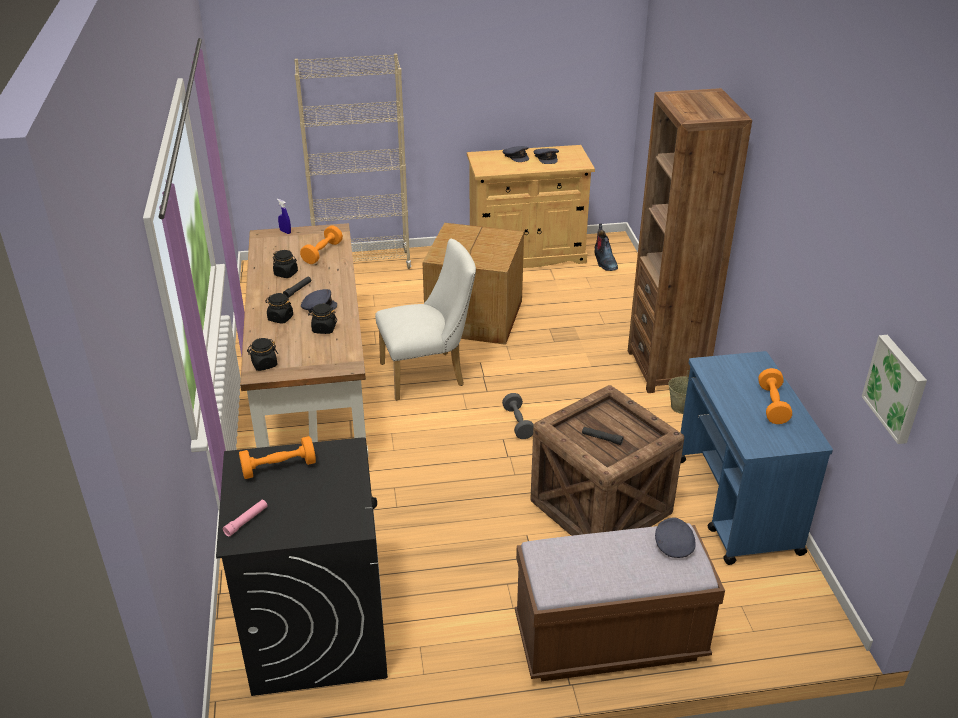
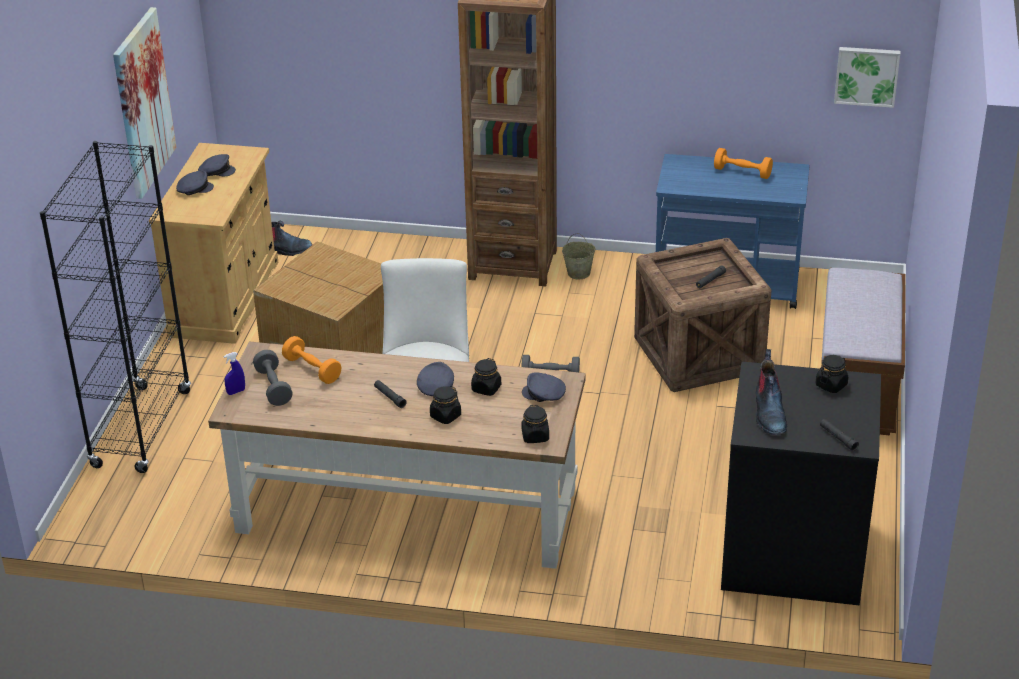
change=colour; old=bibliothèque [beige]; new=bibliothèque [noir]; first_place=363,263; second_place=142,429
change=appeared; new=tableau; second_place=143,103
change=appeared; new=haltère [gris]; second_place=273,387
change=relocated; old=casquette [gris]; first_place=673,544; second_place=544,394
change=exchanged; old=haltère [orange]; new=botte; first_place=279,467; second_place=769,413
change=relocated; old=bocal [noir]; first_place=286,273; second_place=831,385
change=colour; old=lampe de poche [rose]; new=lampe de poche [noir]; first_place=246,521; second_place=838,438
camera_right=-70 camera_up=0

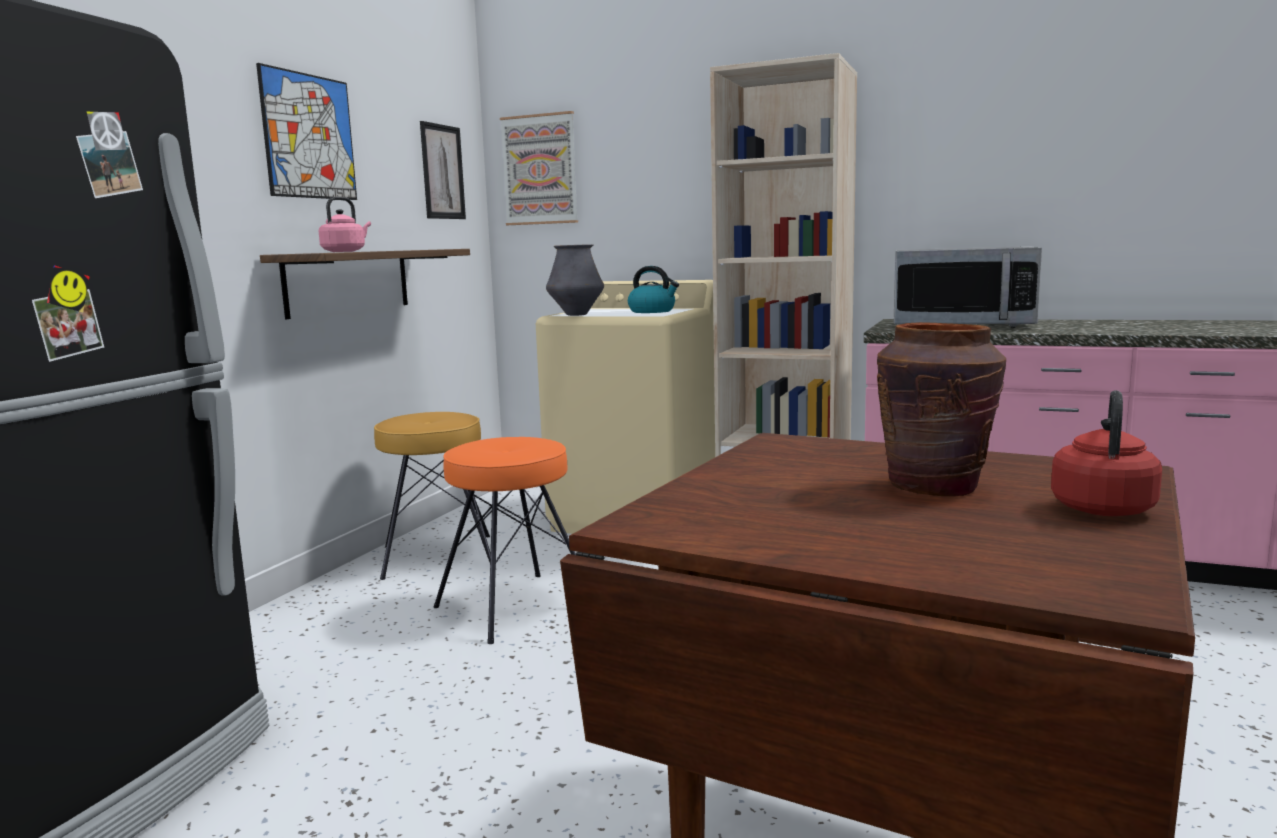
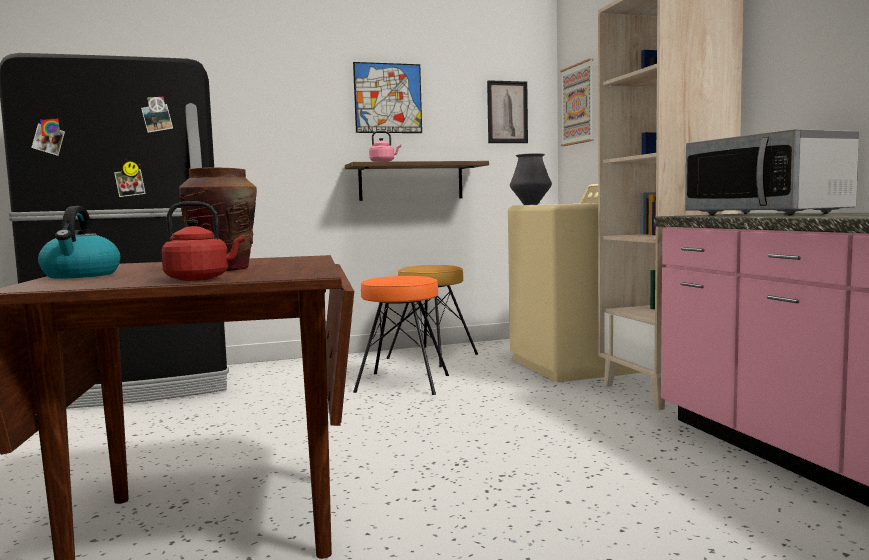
change=relocated; old=bouilloire; first_place=652,311; second_place=81,275
camera_right=50 camera_up=-5

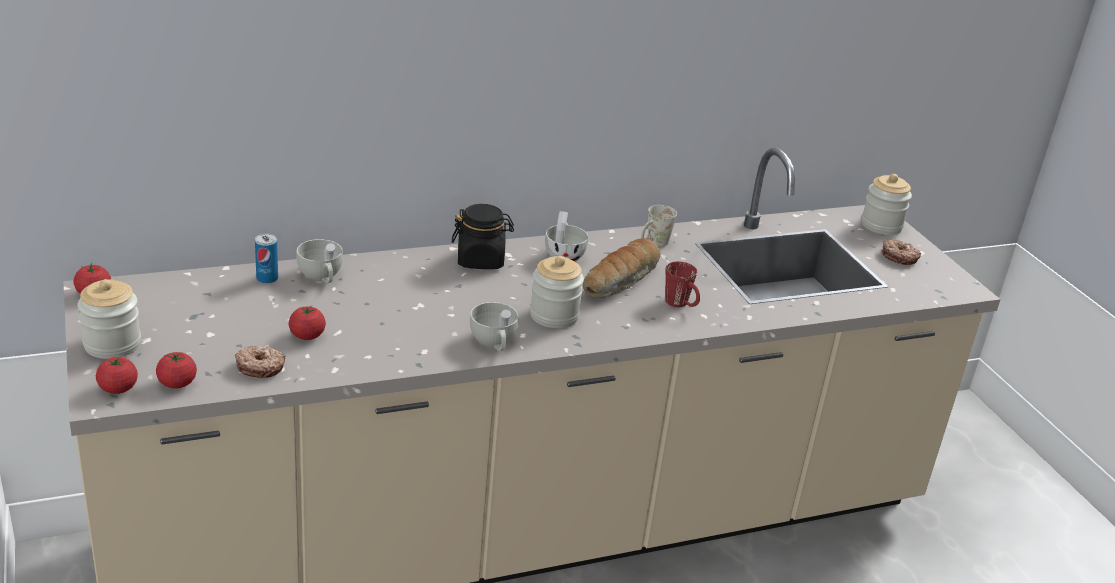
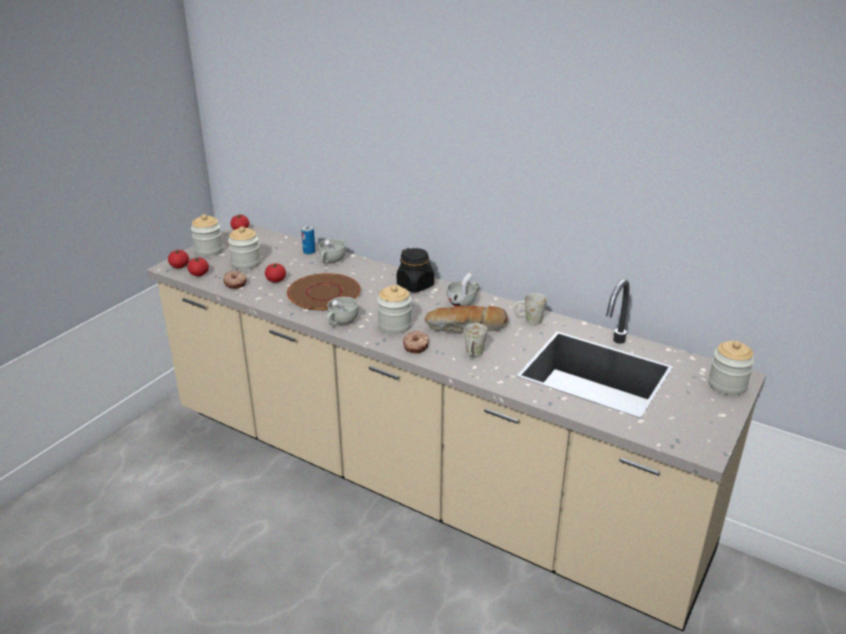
change=appeared; new=bocal; second_place=246,263
change=appeared; new=assiette [marron]; second_place=324,293
change=relocated; old=beignet; first_place=899,257; second_place=416,346
change=colour; old=mug [rouge]; new=mug [blanc]; first_place=681,305; second_place=473,355
camera_right=55 camera_up=0

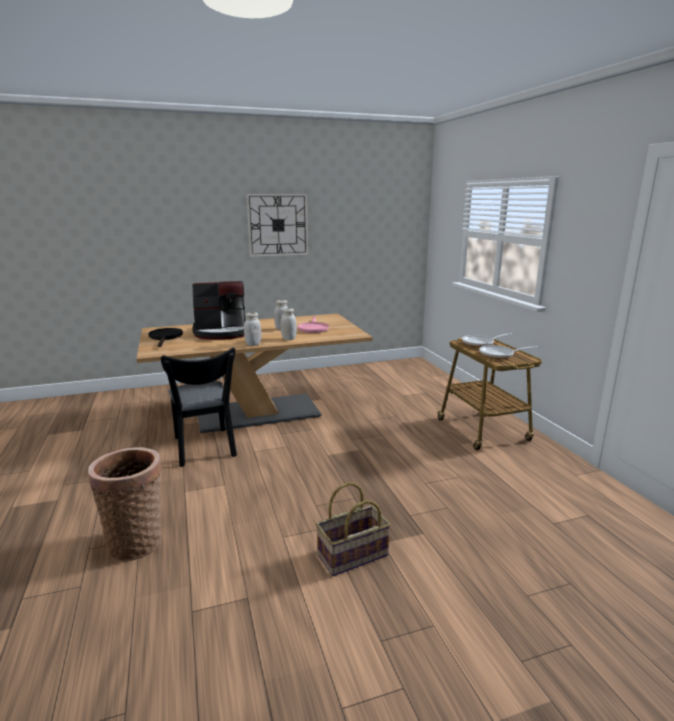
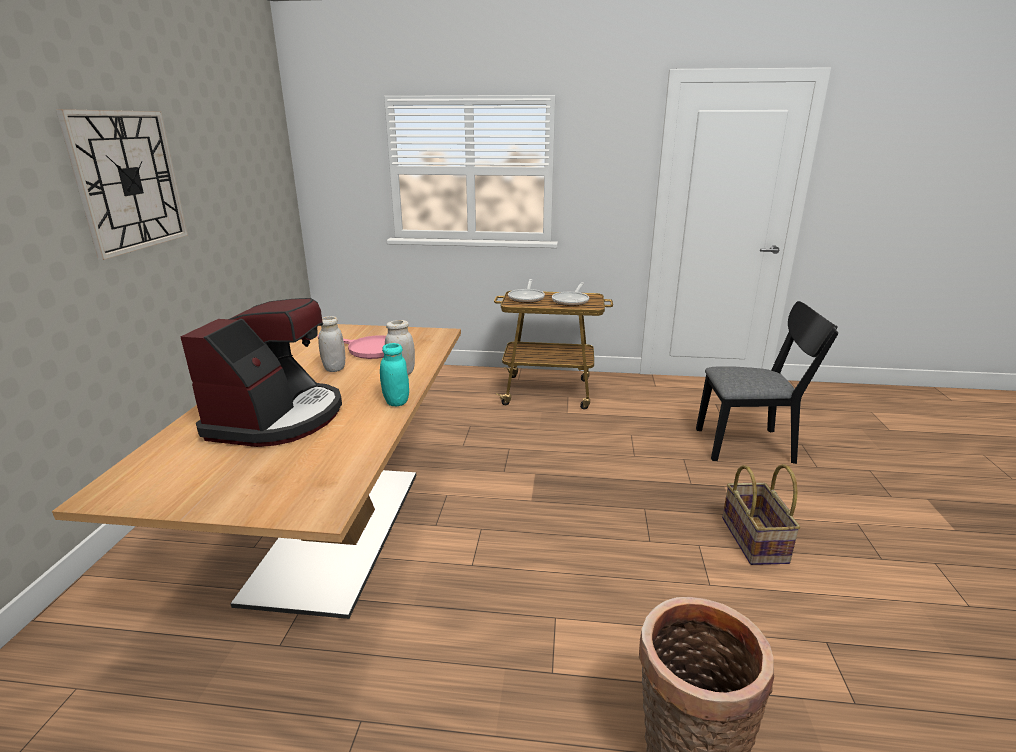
change=colour; old=bocal [blanc]; new=bocal [turquoise]; first_place=253,344; second_place=396,402
change=relocated; old=chaise [noir]; first_place=205,449; second_place=752,445
change=missing; old=poêle [noir]; first_place=165,337
camera_right=-65 camera_up=5

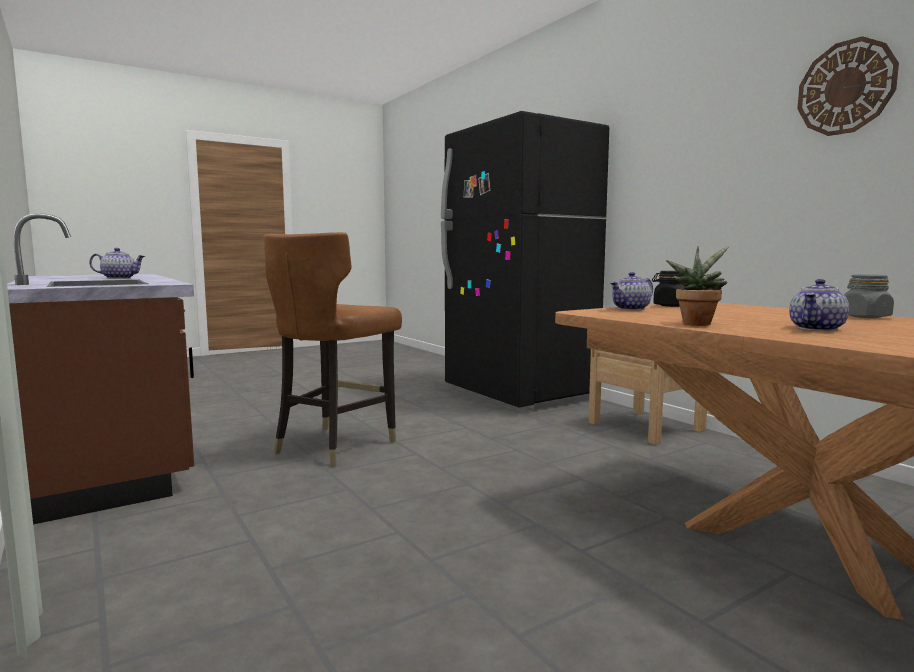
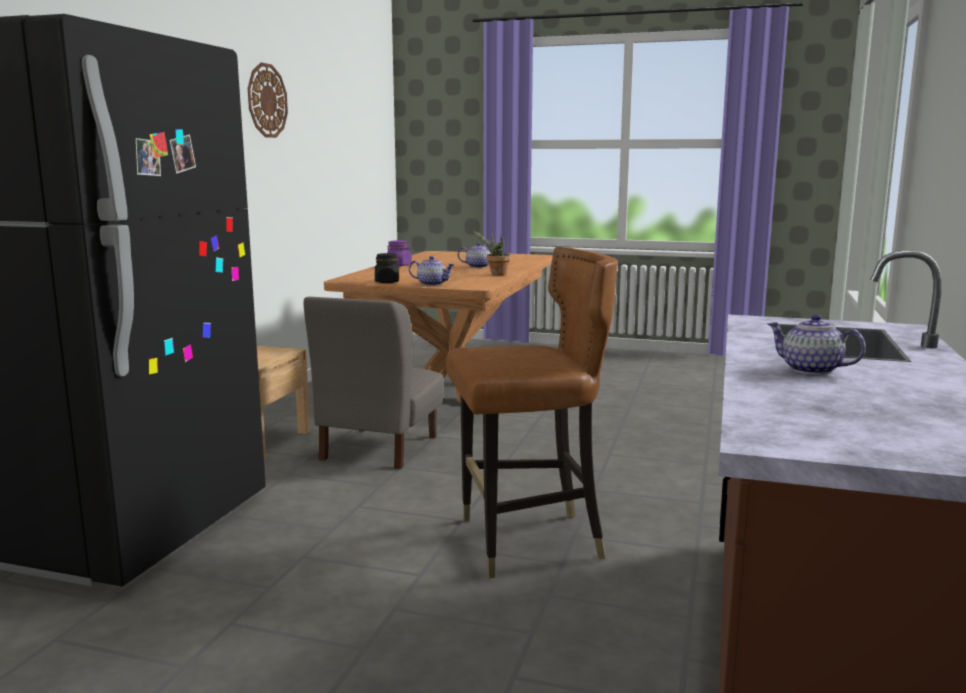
change=appeared; new=chaise [gris]; second_place=378,448
change=colour; old=bocal [gris]; new=bocal [violet]; first_place=865,317; second_place=399,265
camera_right=-130 camera_up=5

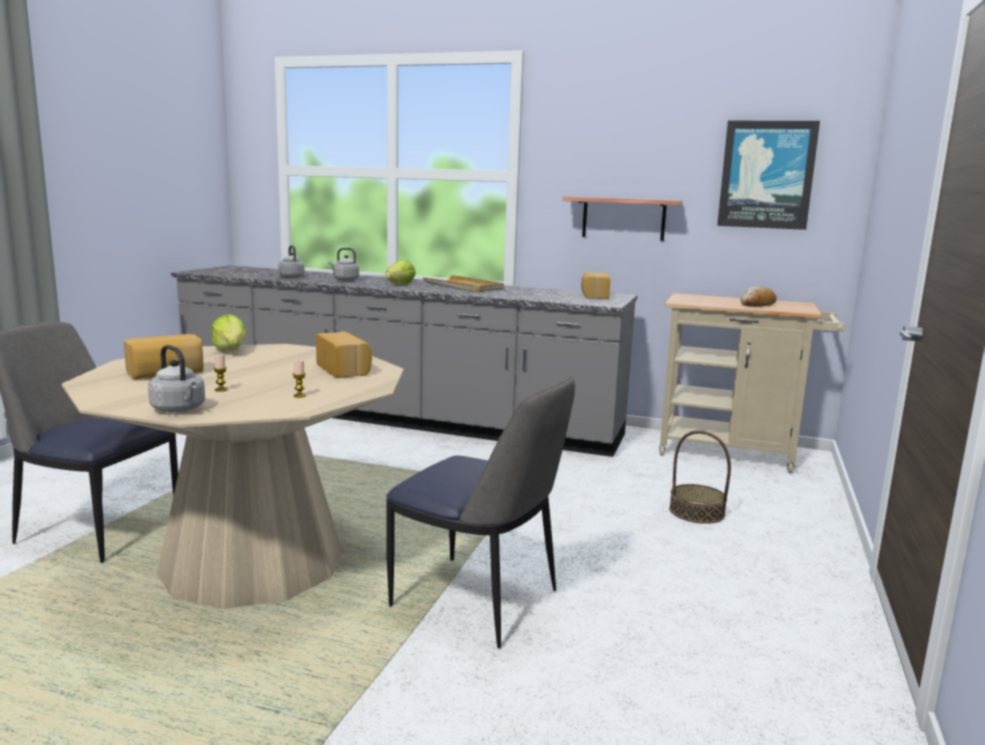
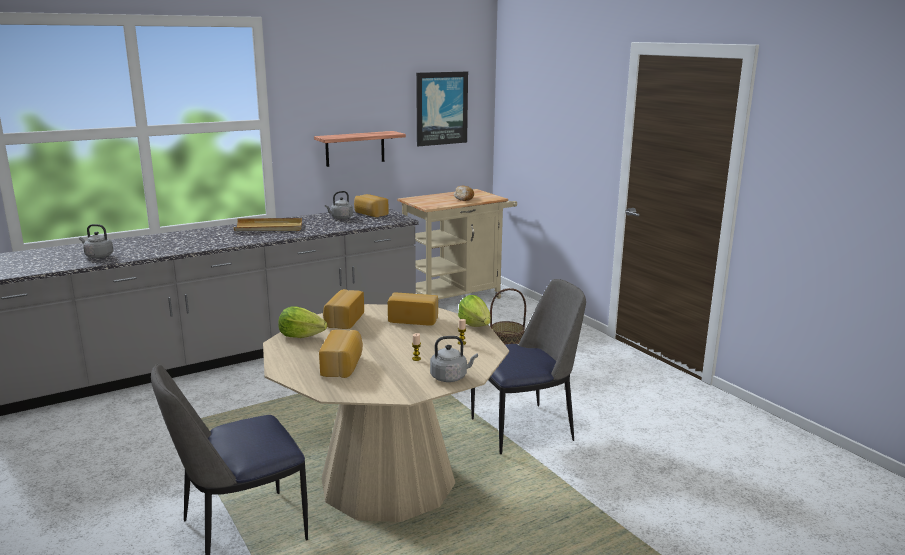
change=appeared; new=pain; second_place=343,320
change=relocated; old=bouilloire [gris]; first_place=344,280; second_place=340,218
change=relocated; old=laitue; first_place=400,284; second_place=475,325
camera_right=-50 camera_up=5

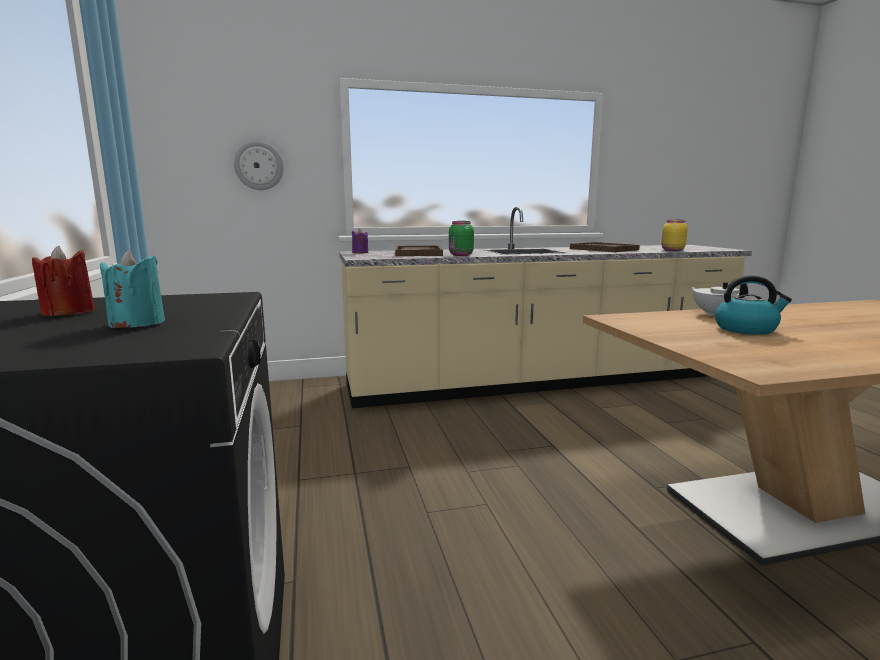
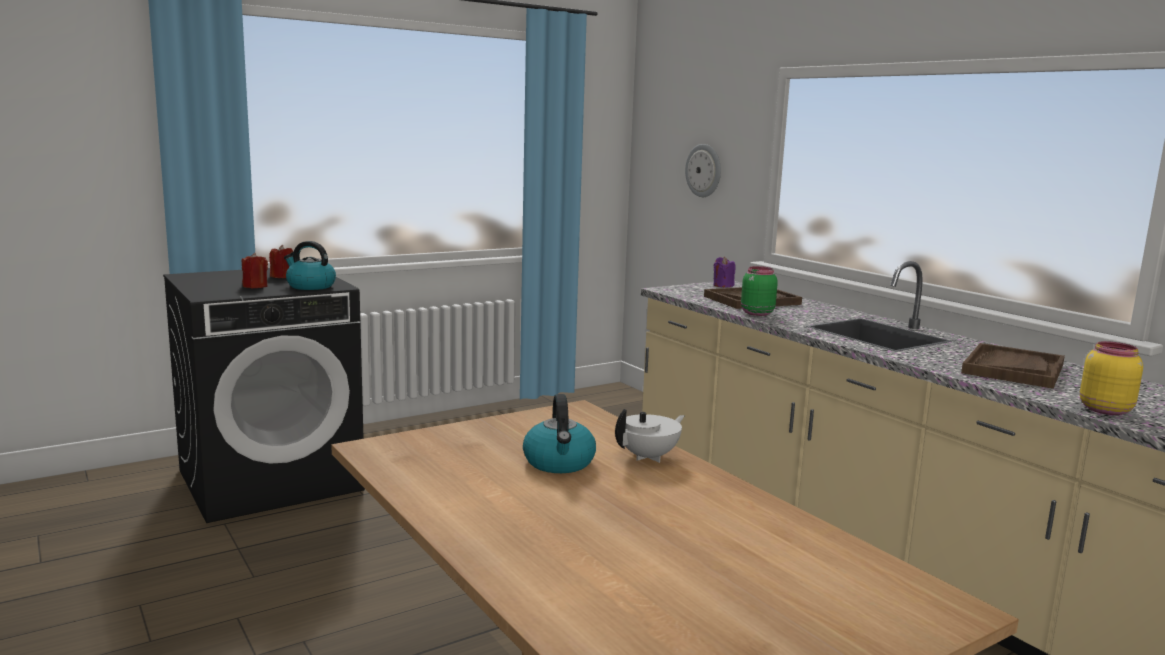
change=colour; old=bougie [turquoise]; new=bougie [rouge]; first_place=137,323; second_place=255,286
change=appeared; new=bouilloire; second_place=310,286
camera_right=70 camera_up=0

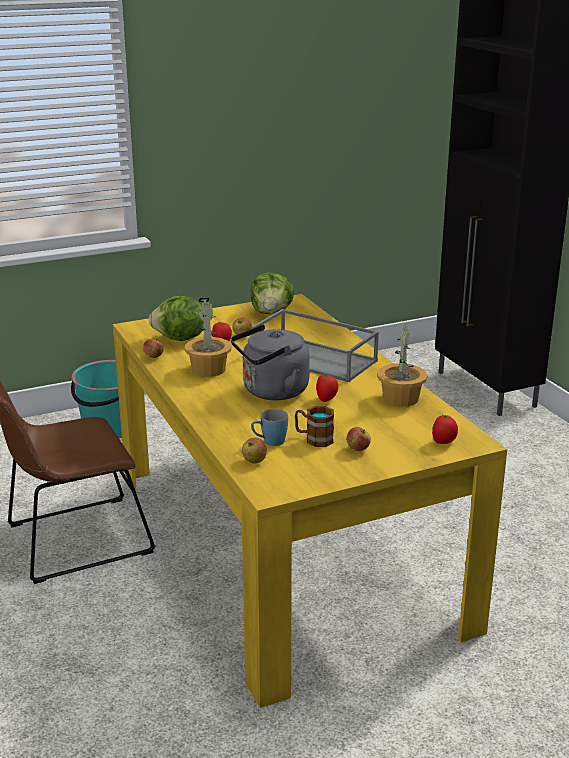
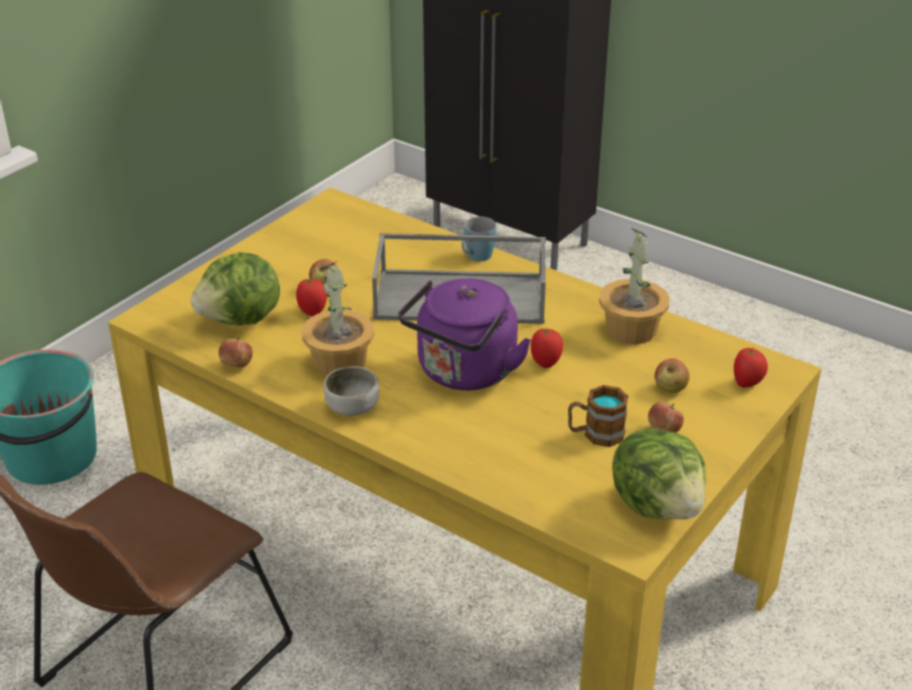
change=appeared; new=bol; second_place=352,407
change=colour; old=bouilloire [gris]; new=bouilloire [violet]; first_place=271,392; second_place=464,373
change=relocated; old=mug [bleu]; first_place=269,442; second_place=476,258
change=relocated; old=laitue; first_place=271,313; second_place=658,505
change=relocated; old=pomme; first_place=254,461; second_place=670,389
camera_right=-30 camera_up=10

